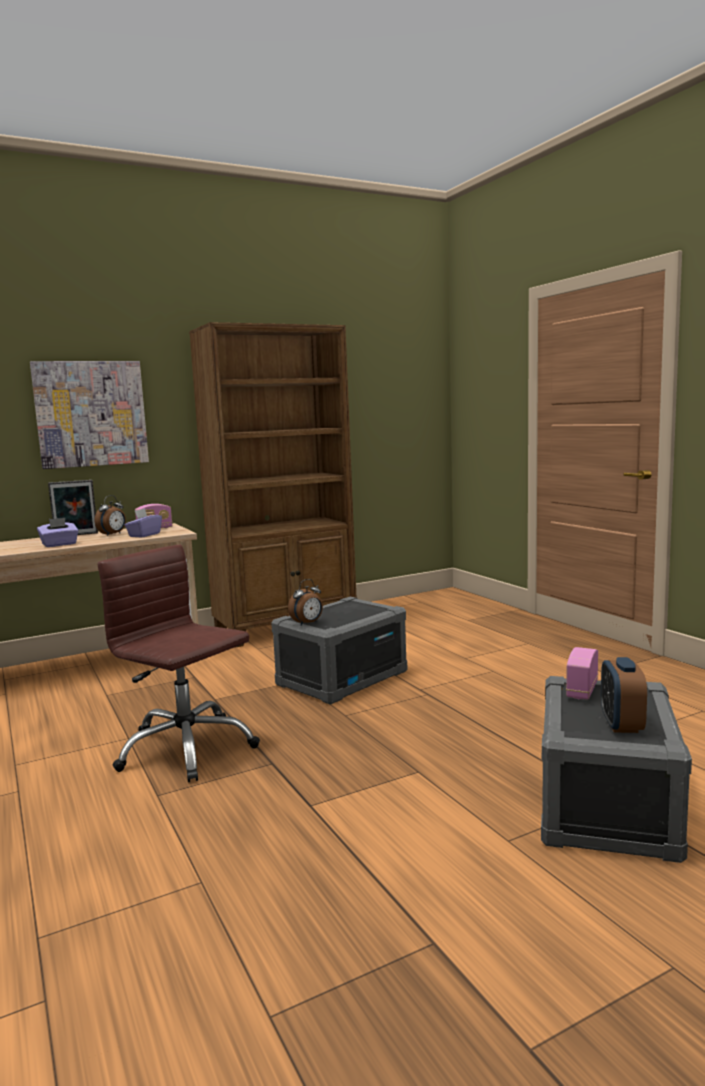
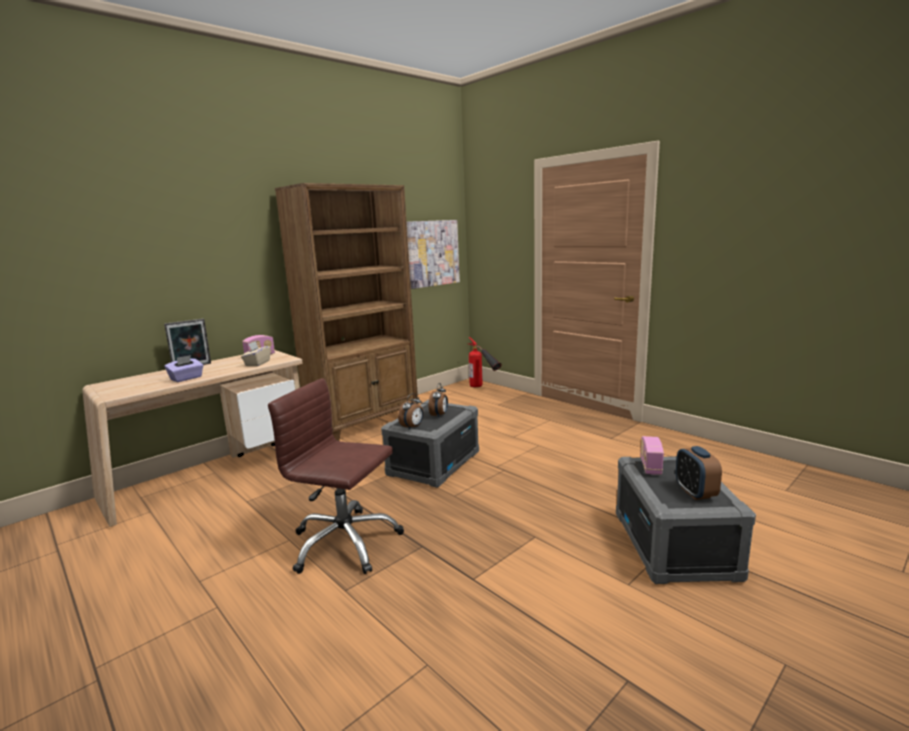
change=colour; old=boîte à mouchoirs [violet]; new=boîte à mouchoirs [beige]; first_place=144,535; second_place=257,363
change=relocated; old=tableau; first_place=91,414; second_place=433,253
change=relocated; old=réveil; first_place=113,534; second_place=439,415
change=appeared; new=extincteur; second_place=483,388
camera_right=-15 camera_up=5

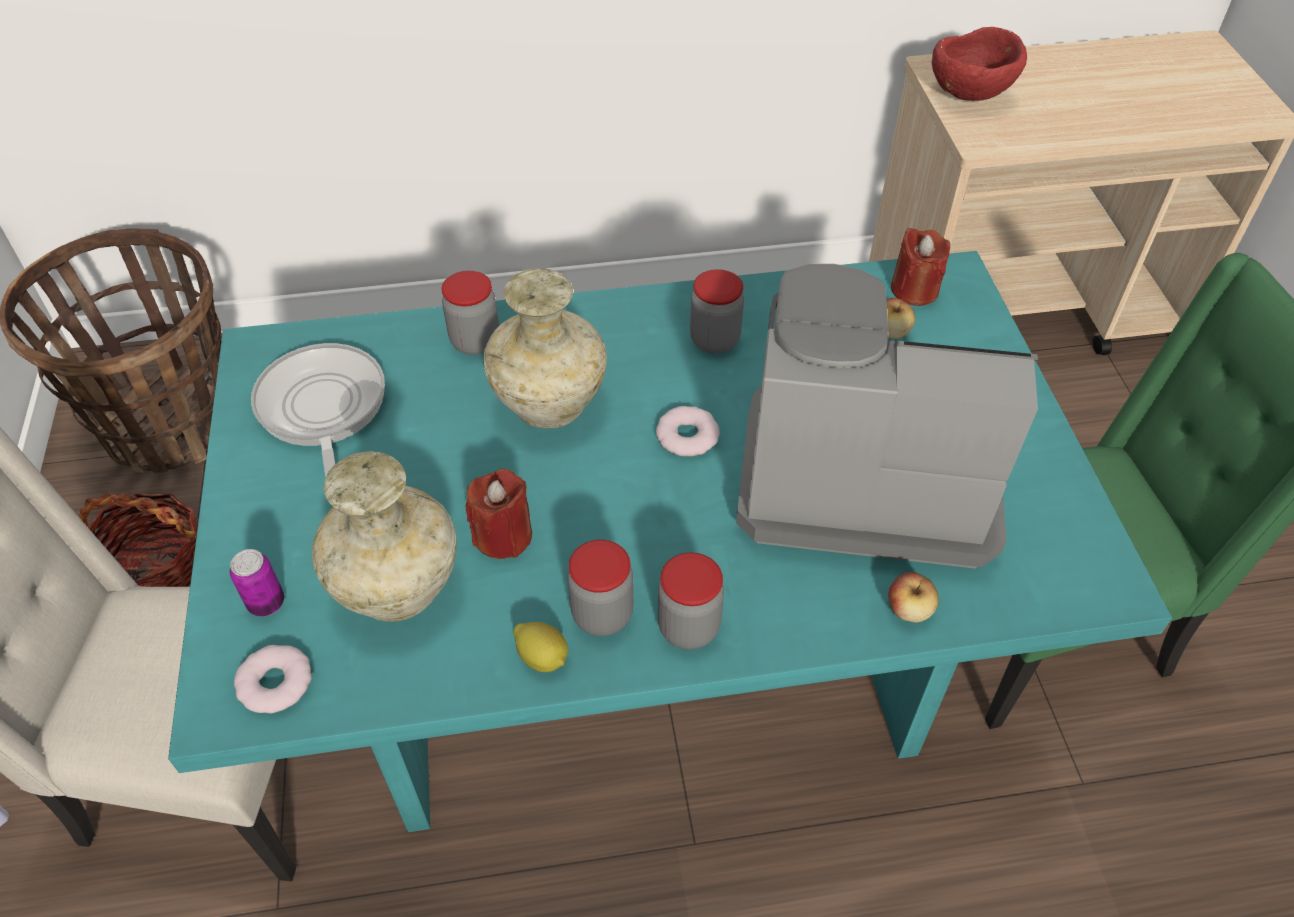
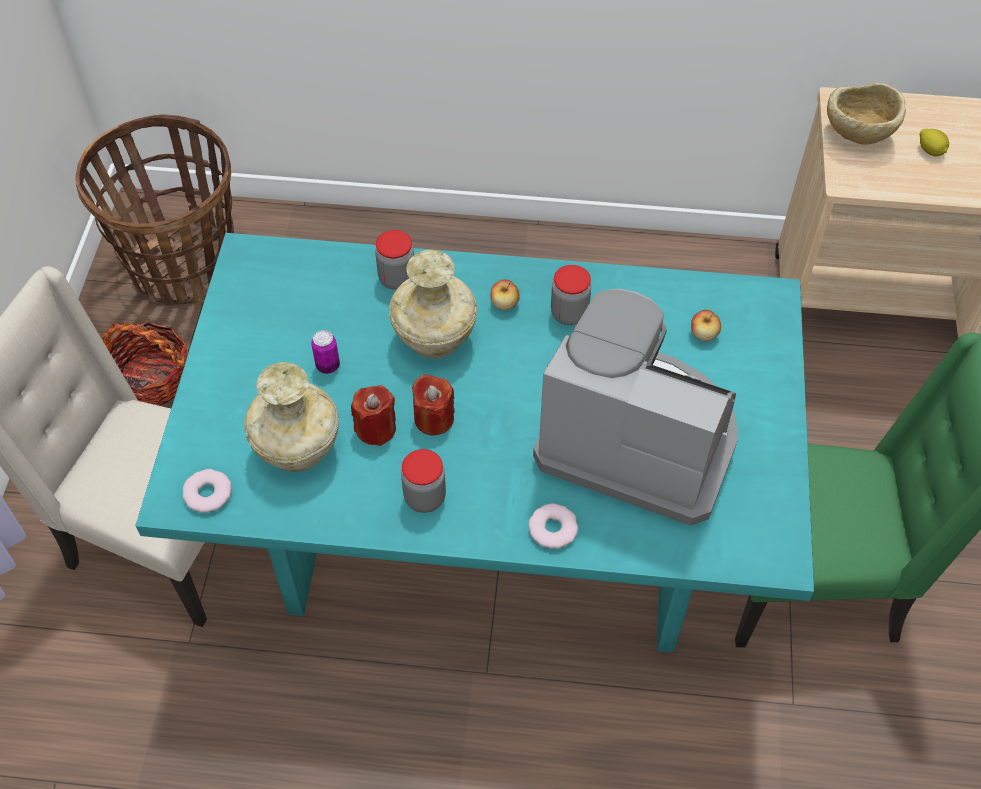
change=relocated; old=boîte métallique; first_place=266,603; second_place=328,366
change=relocated; old=bougie [rouge]; first_place=914,290; second_place=434,419
change=relocated; old=pomme; first_place=909,610; second_place=504,304
change=relocated; old=beignet; first_place=687,436; second_place=552,529
change=colour; old=bol [rouge]; new=bol [beige]; first_place=969,96; second_place=857,136
change=relocated; old=citron; first_place=543,657; second_place=930,151
change=missing; old=poêle; first_place=322,409
change=missing; old=bocal; first_place=688,627
camera_right=15 camera_up=5

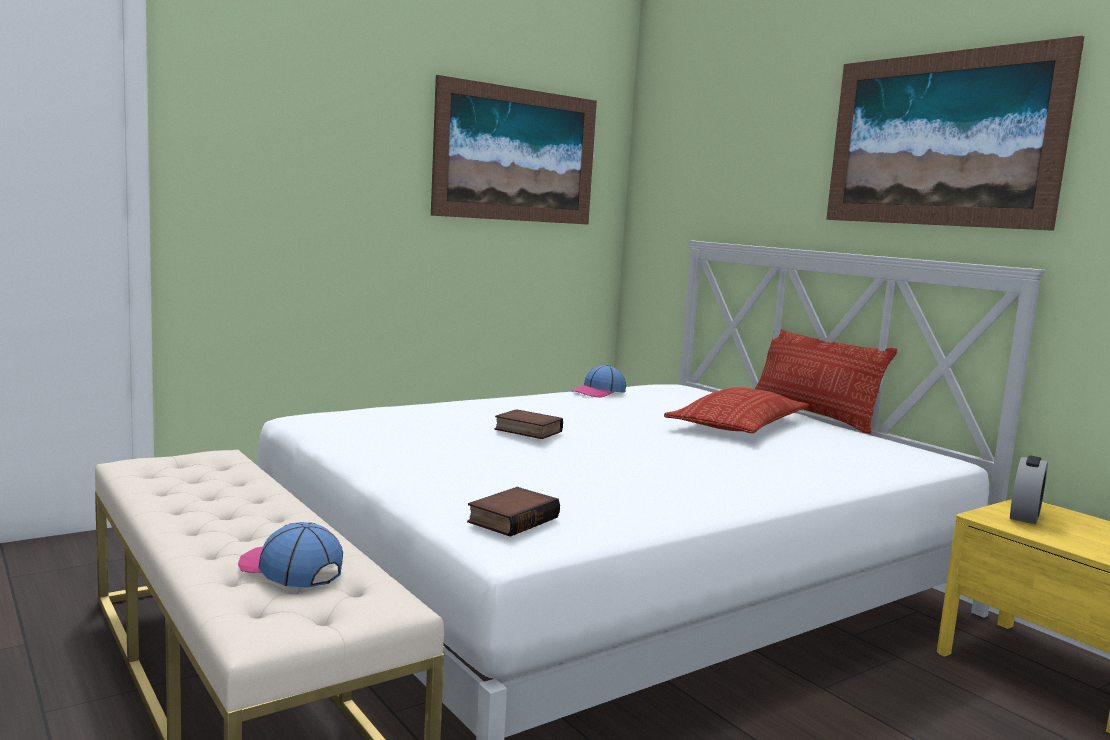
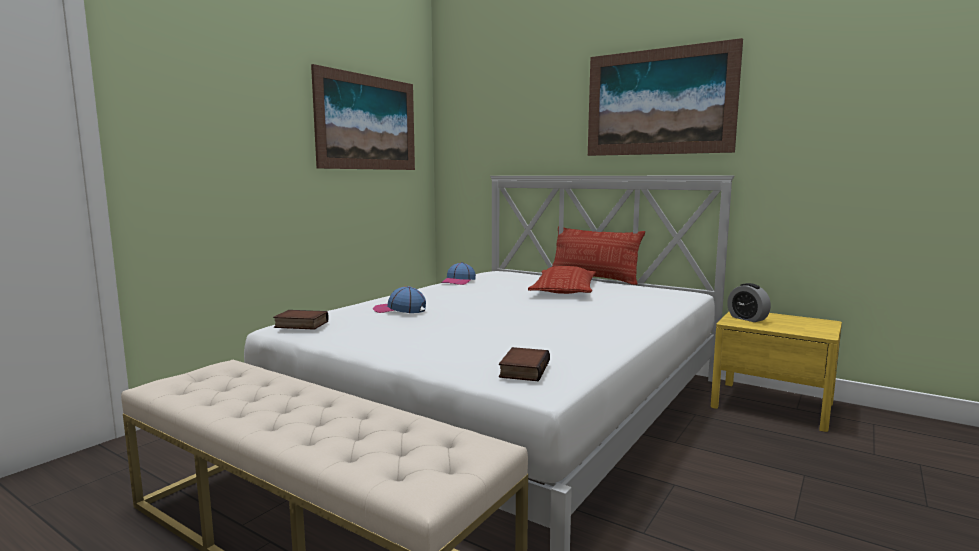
change=relocated; old=livre; first_place=526,431; second_place=300,325
change=relocated; old=casquette; first_place=290,568; second_place=399,310
change=spun; old=réveil; first_place=1024,516; second_place=747,318; degrees=135
camera_right=-20 camera_up=0

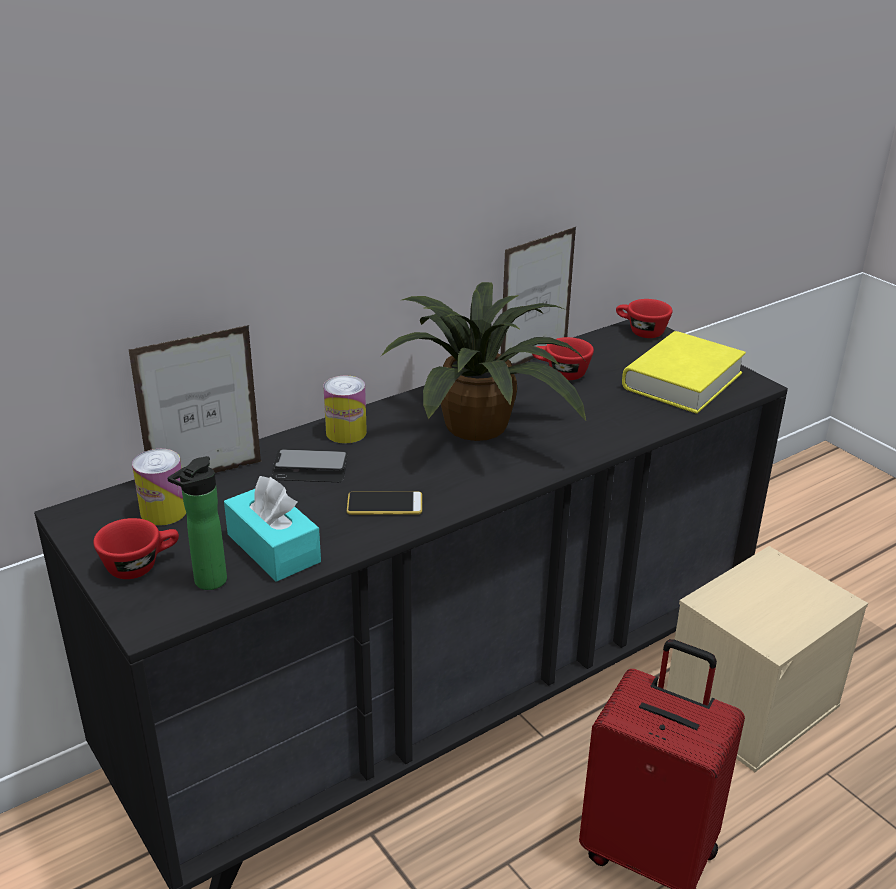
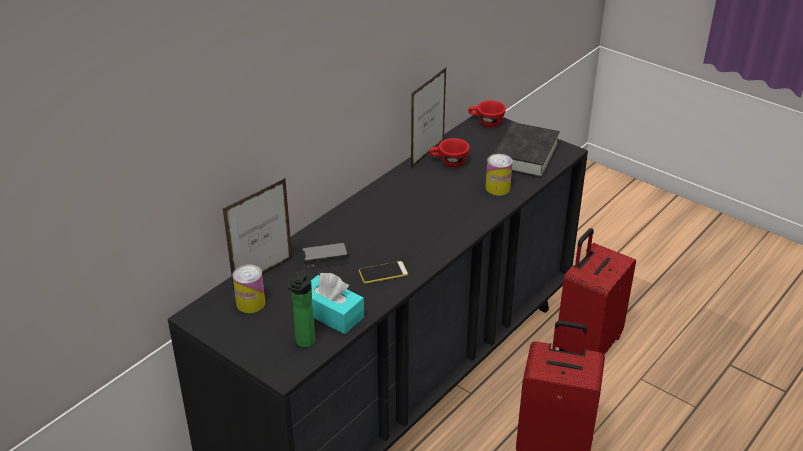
change=relocated; old=boîte métallique; first_place=346,432; second_place=497,188
change=colour; old=livre [jaune]; new=livre [noir]; first_place=682,381; second_place=524,155
change=exchanged; old=boîte de rangement [beige]; new=valise [rouge]; first_place=751,703; second_place=586,345
change=missing; old=tasse [rouge]; first_place=141,565
change=missing; old=plante en pot; first_place=482,426
camera_right=-15 camera_up=5

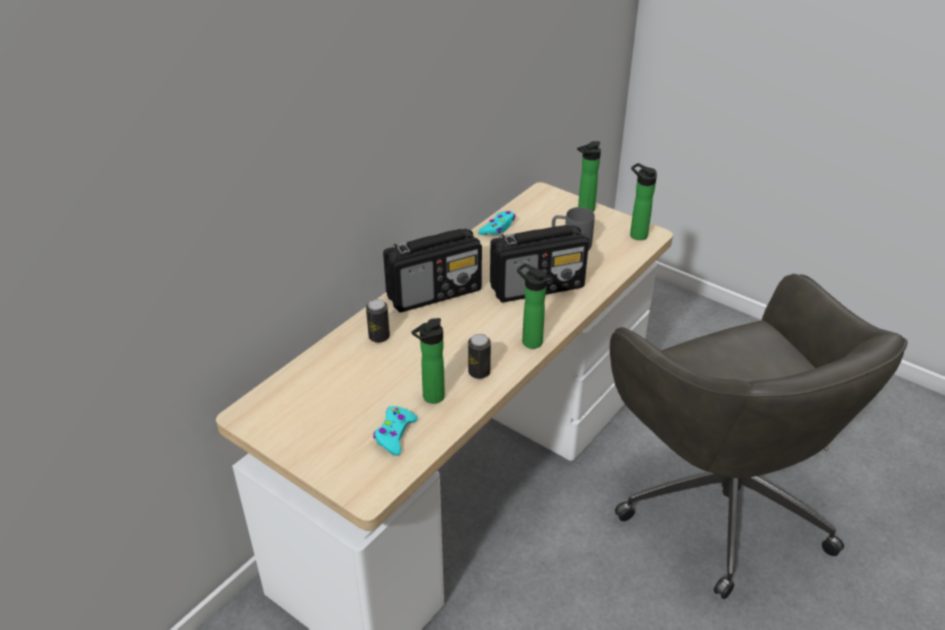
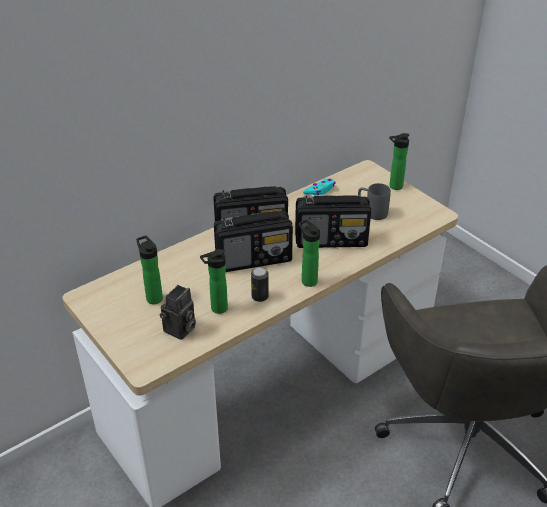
change=relocated; old=bouteille; first_place=636,234; second_place=153,297
change=exchanged; old=manette [turquoise]; new=appareil photo; first_place=395,434; second_place=180,330
change=appeared; new=radio; second_place=254,259
change=missing; old=boîte métallique; first_place=379,337
camera_right=15 camera_up=0

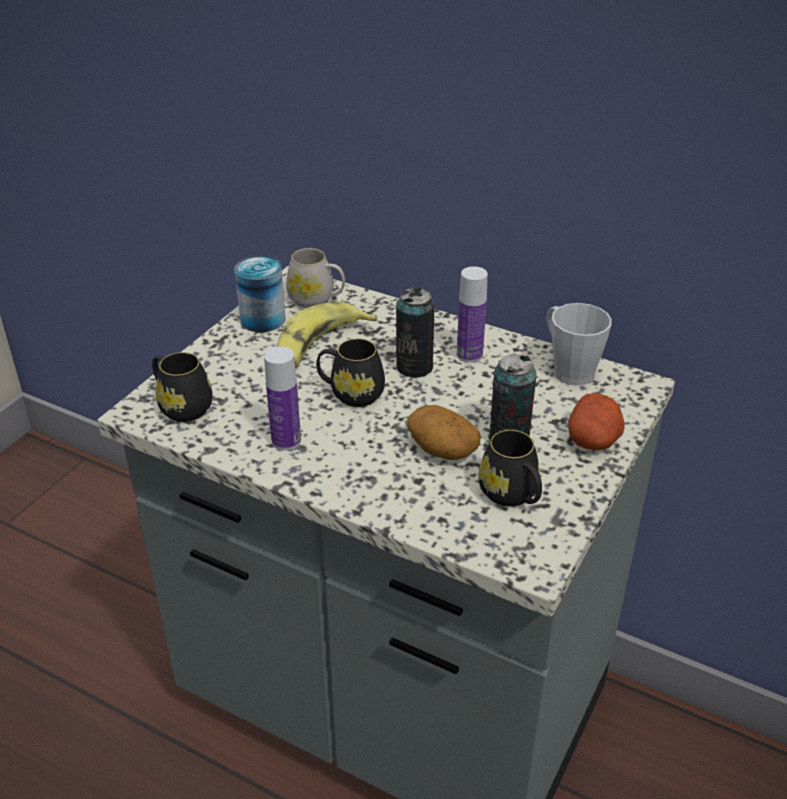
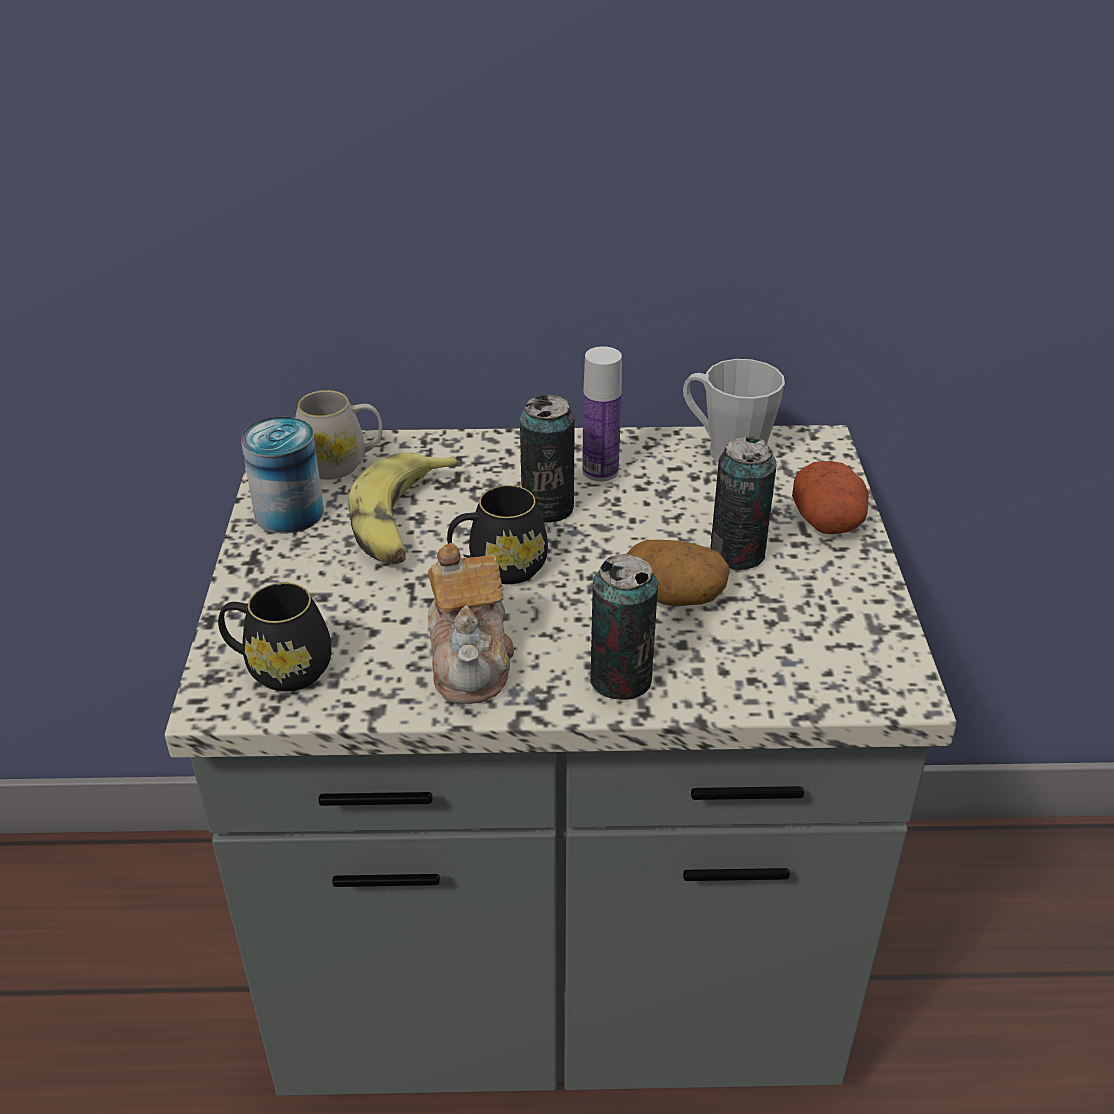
change=exchanged; old=bouteille; new=théière; first_place=286,441; second_place=471,659
change=appeared; new=boîte métallique; second_place=620,679
change=missing; old=mug [noir]; first_place=512,495
camera_right=-30 camera_up=0

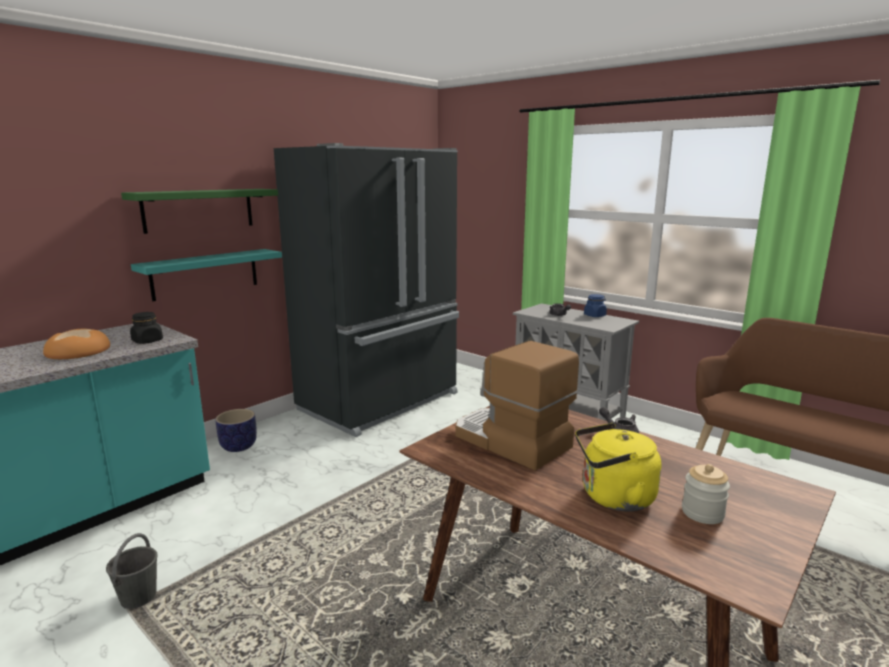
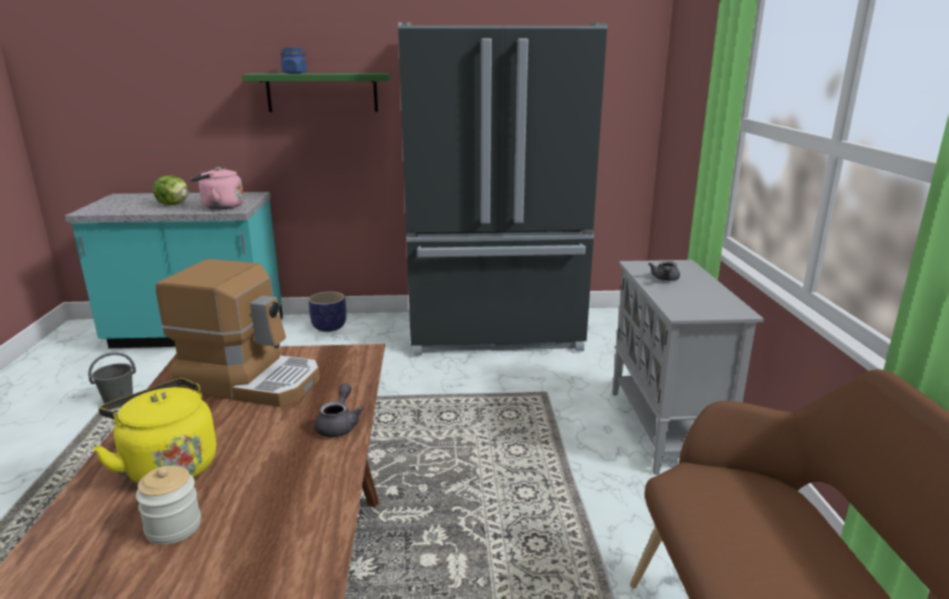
change=exchanged; old=pain; new=laitue; first_place=78,351; second_place=174,204
change=spun; old=machine à café; first_place=510,441; second_place=251,381; degrees=105
change=exchanged; old=bocal [noir]; new=bouilloire [rose]; first_place=147,341; second_place=220,207
change=relocated; old=bocal [bleu]; first_place=594,315; second_place=295,73
change=missing; old=étagère [turquoise]; first_place=205,274
camera_right=45 camera_up=5

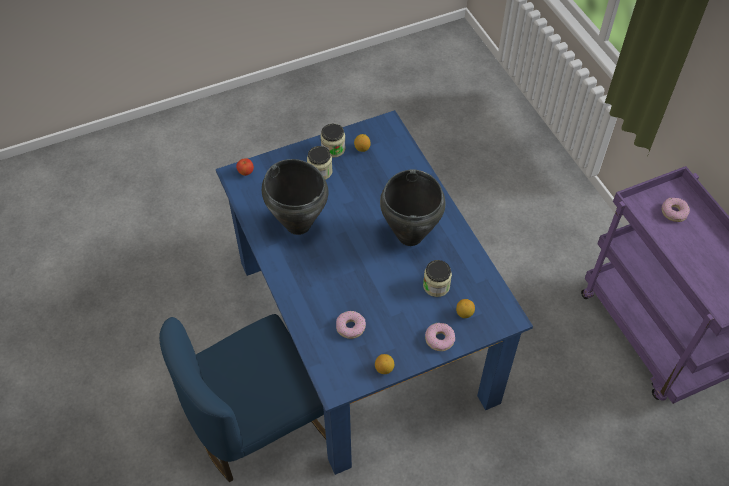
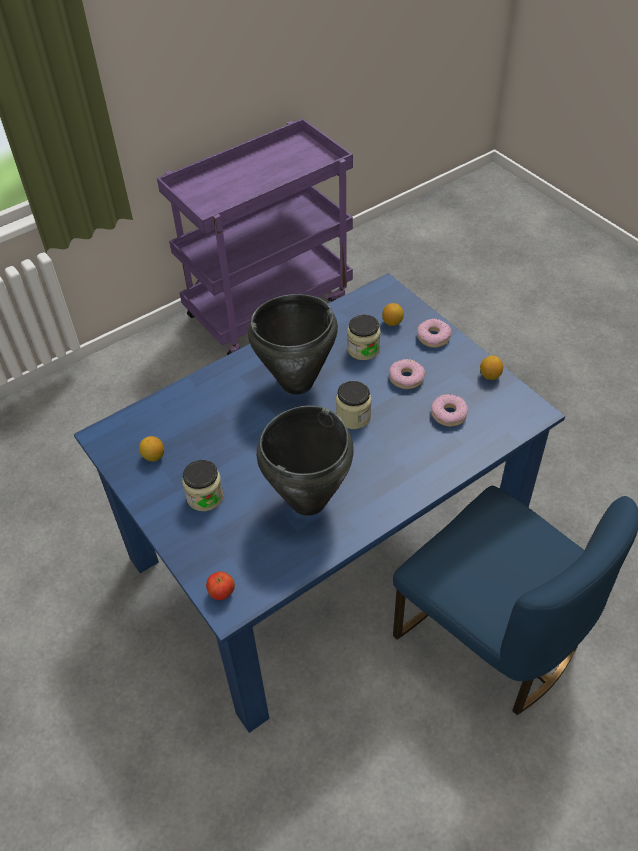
change=relocated; old=bocal; first_place=333,149; second_place=353,416
change=relocated; old=beignet; first_place=674,212; second_place=406,378
camera_right=-100 camera_up=-5

